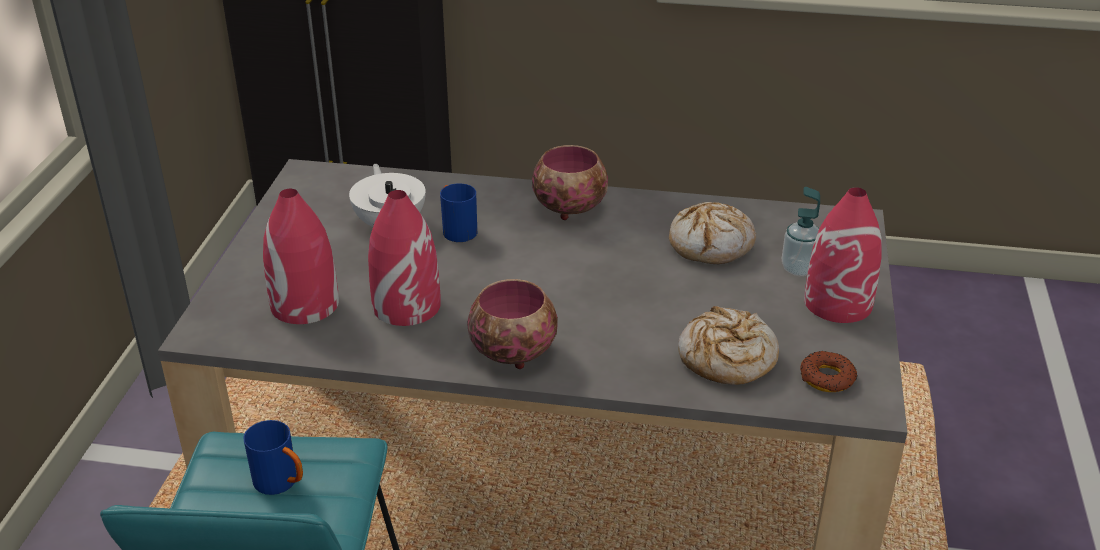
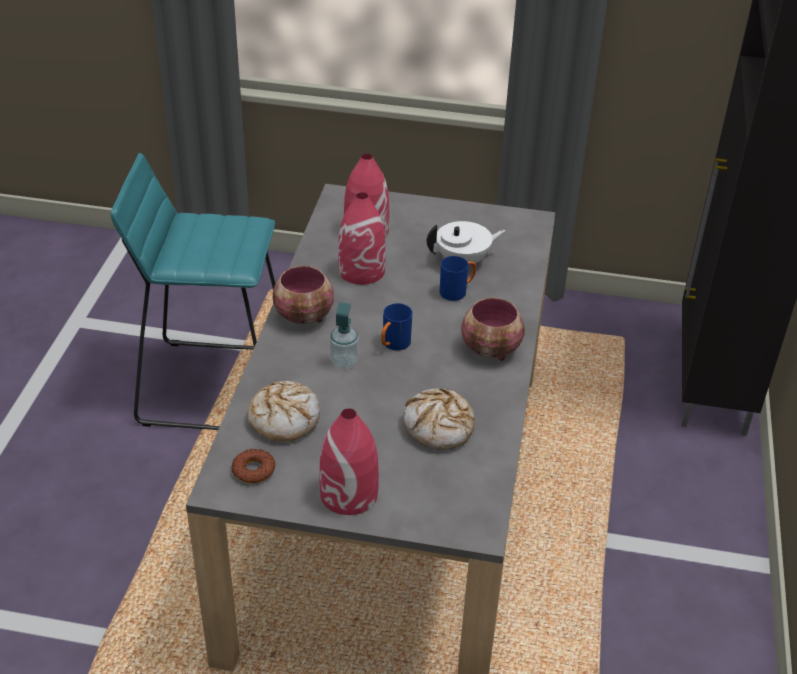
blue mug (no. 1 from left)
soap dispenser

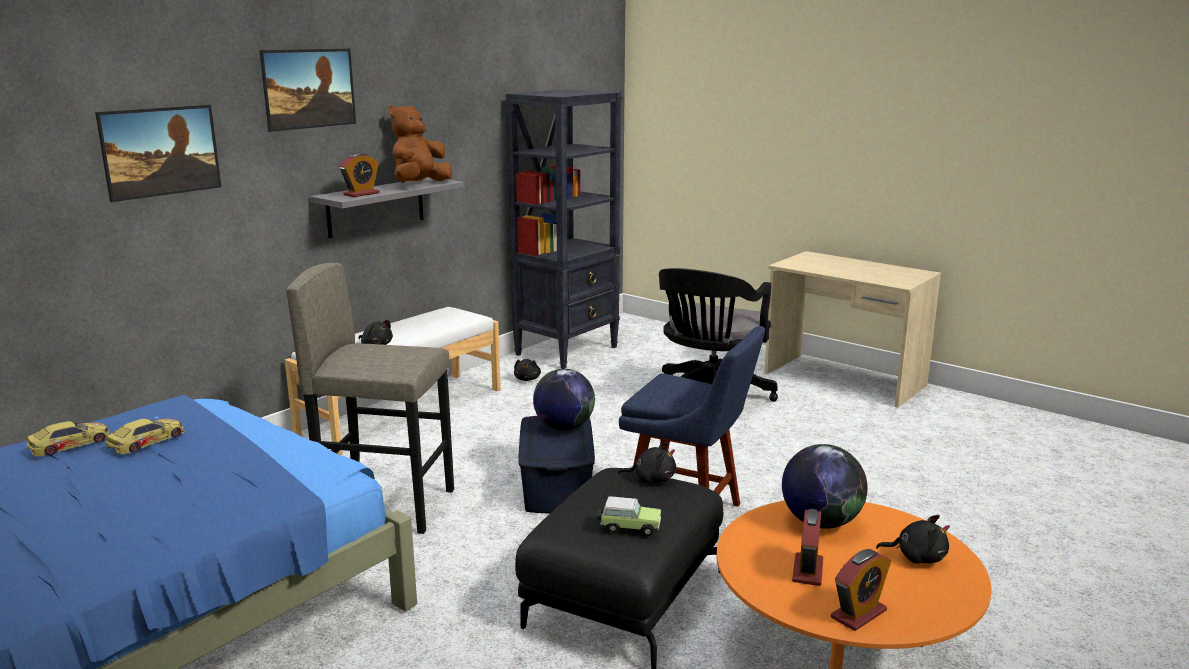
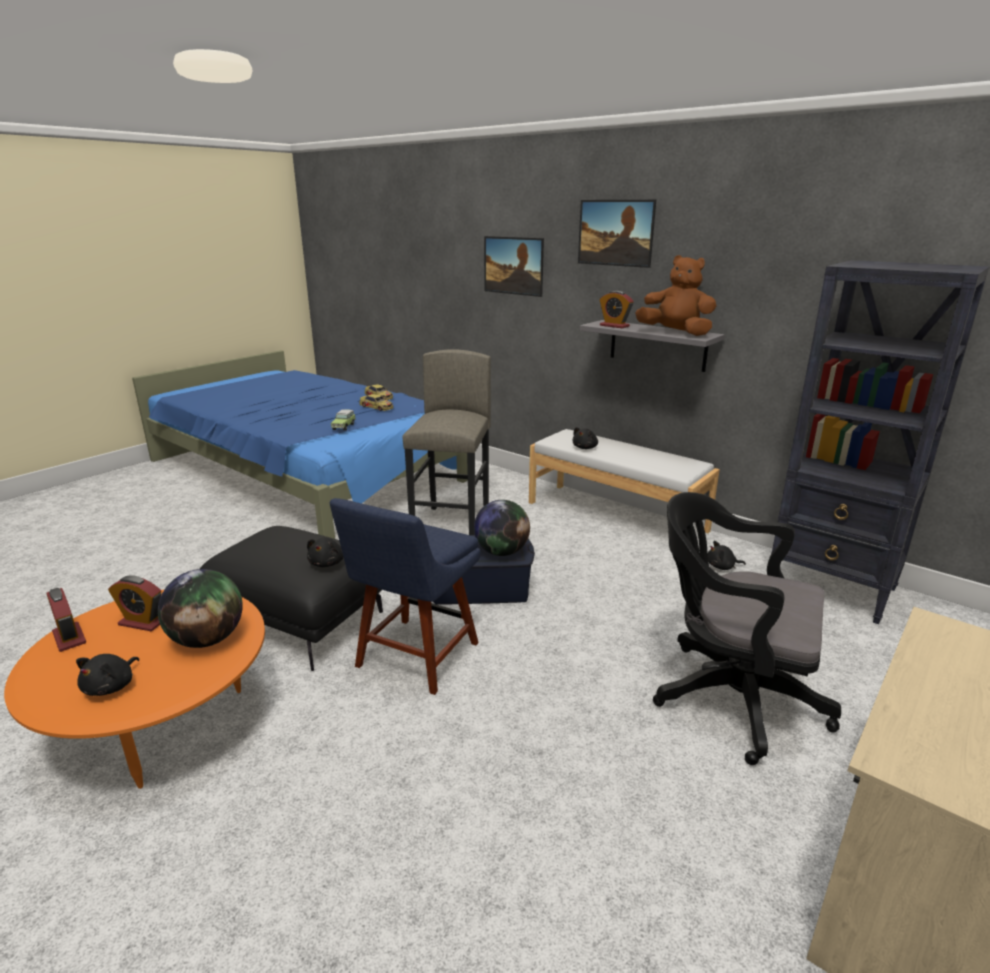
toy car (no. 1 from left)

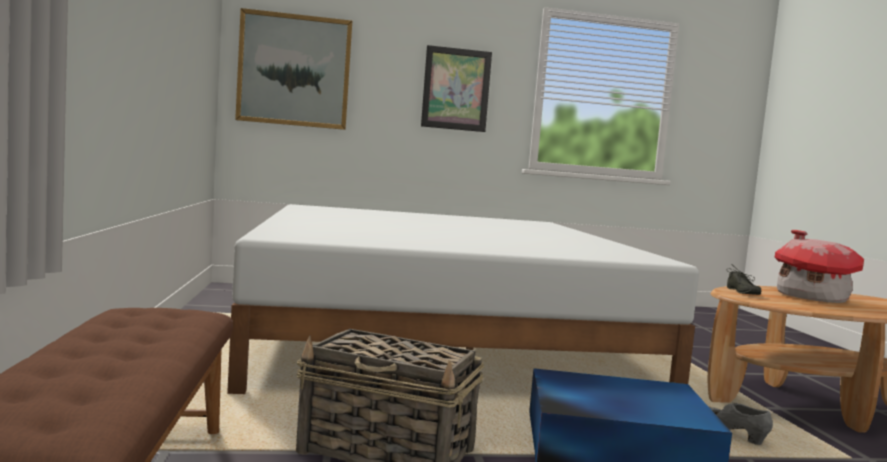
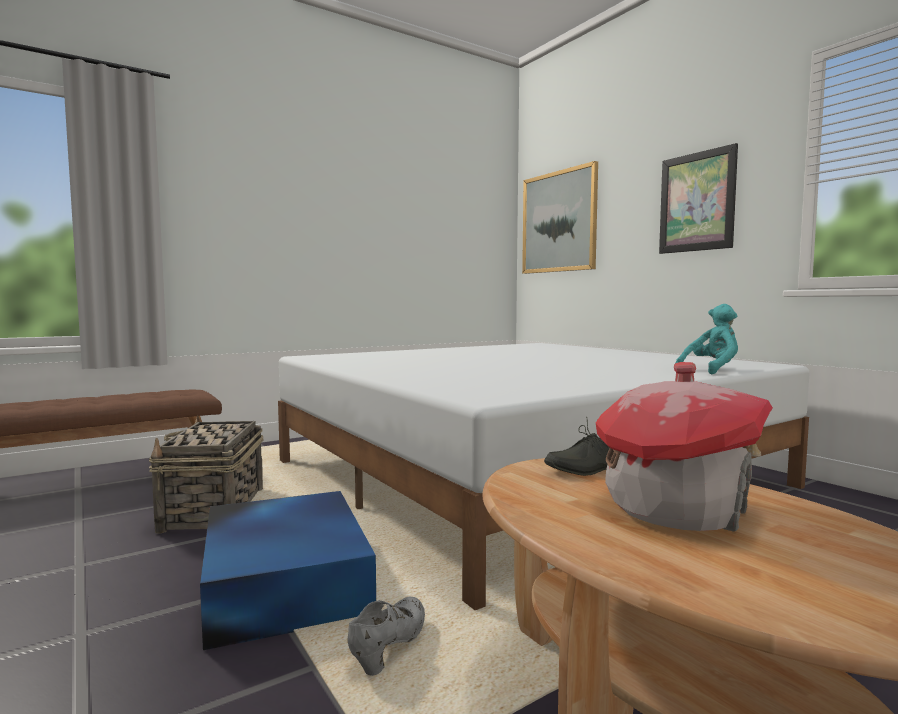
turquoise plush toy

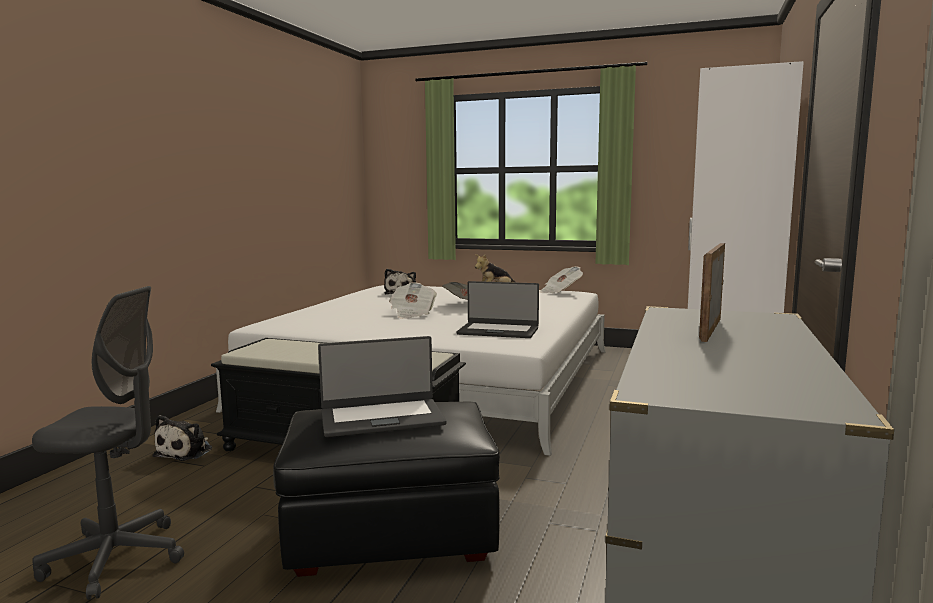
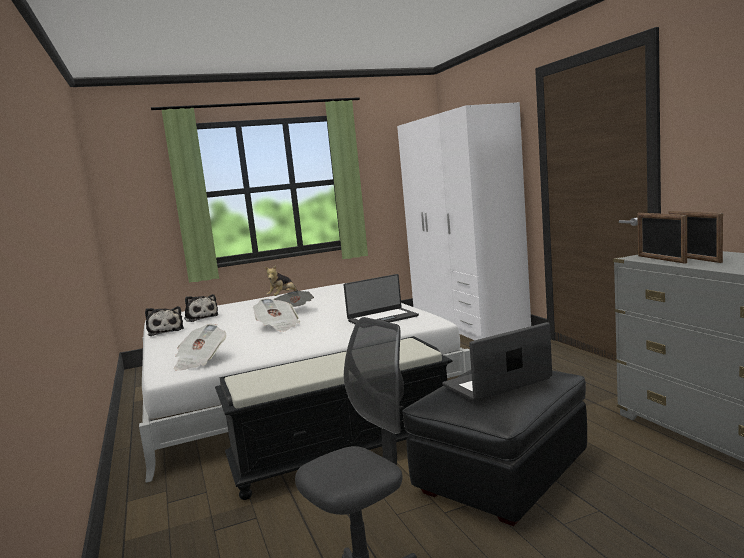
picture frame (no. 1 from left)
plush toy (no. 1 from left)
newspaper (no. 1 from left)
laptop (no. 2 from left)

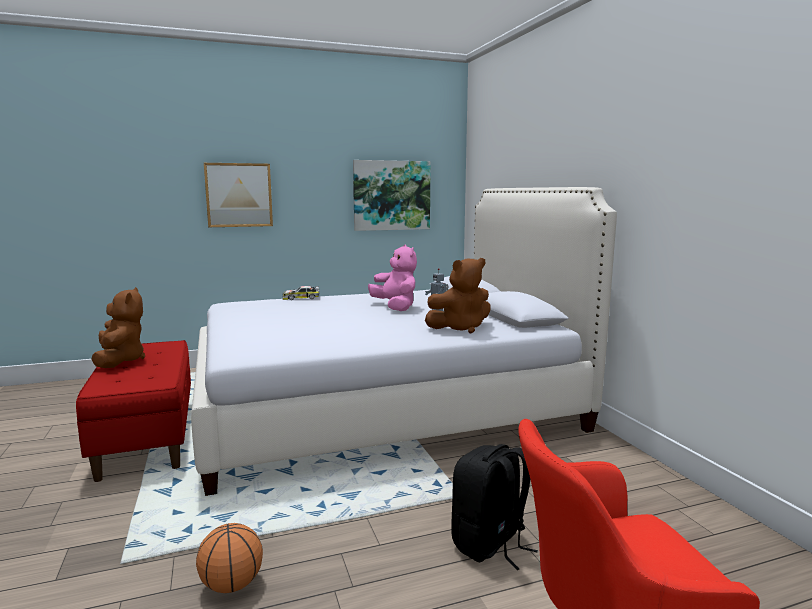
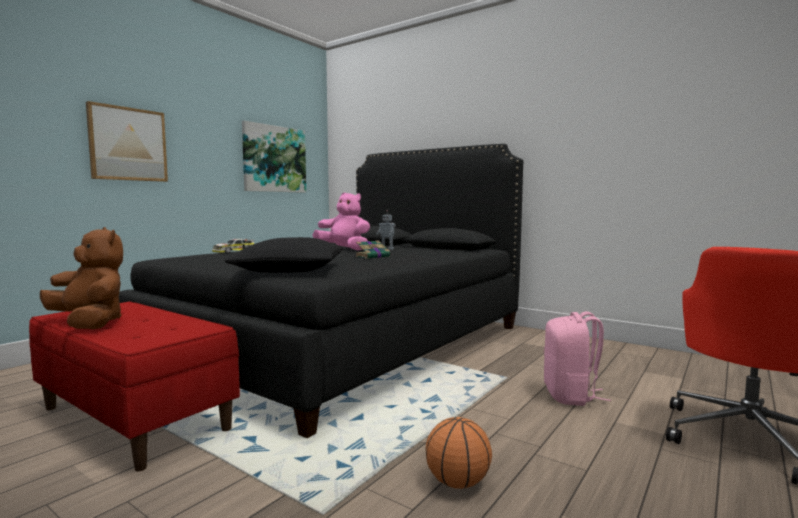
brown plush toy (no. 2 from left in the first image)
black pillow
book
black bed
pink backpack

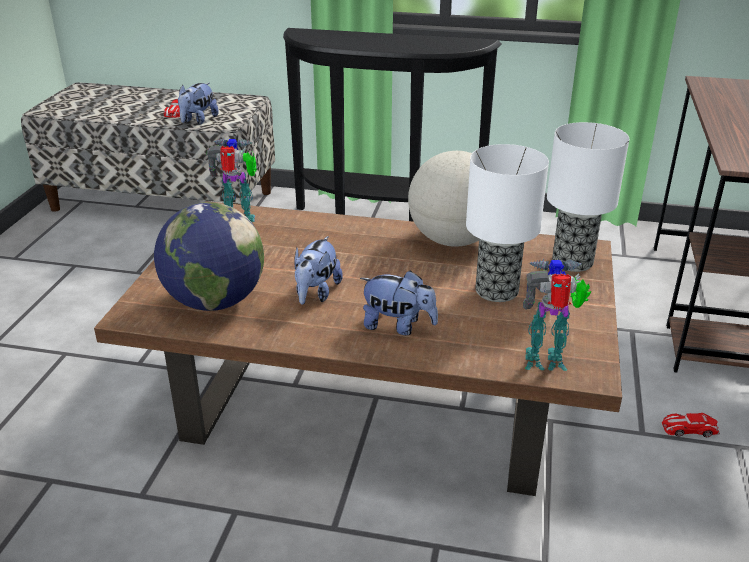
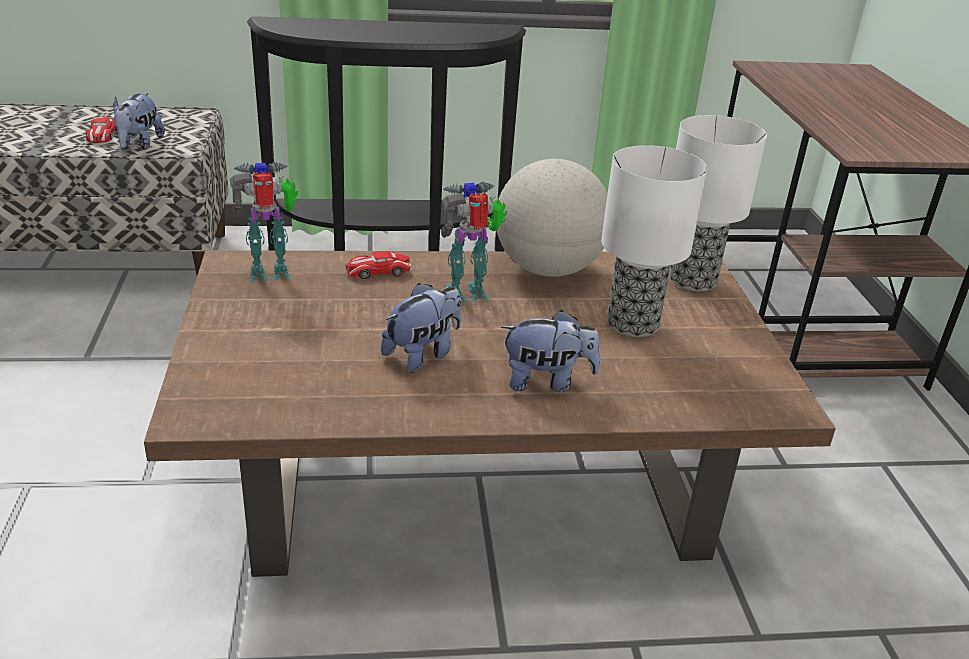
globe (no. 1 from left in the first image)
toy robot (no. 2 from left)
toy car (no. 2 from left)
plush toy (no. 2 from left)

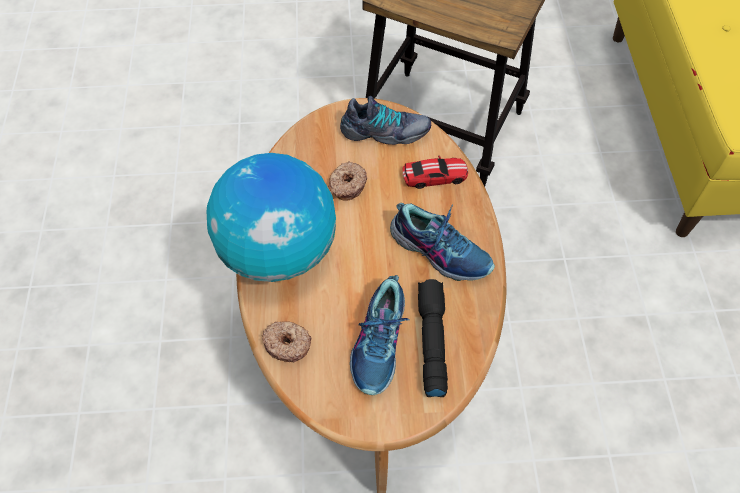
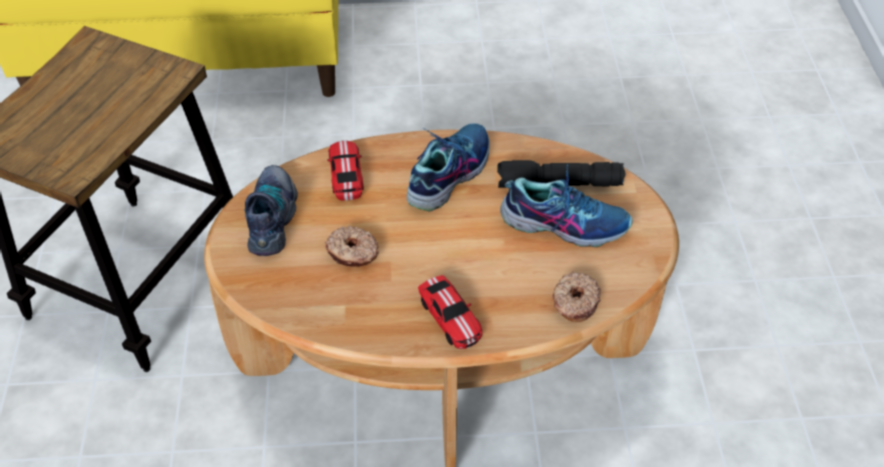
toy car (no. 2 from left)

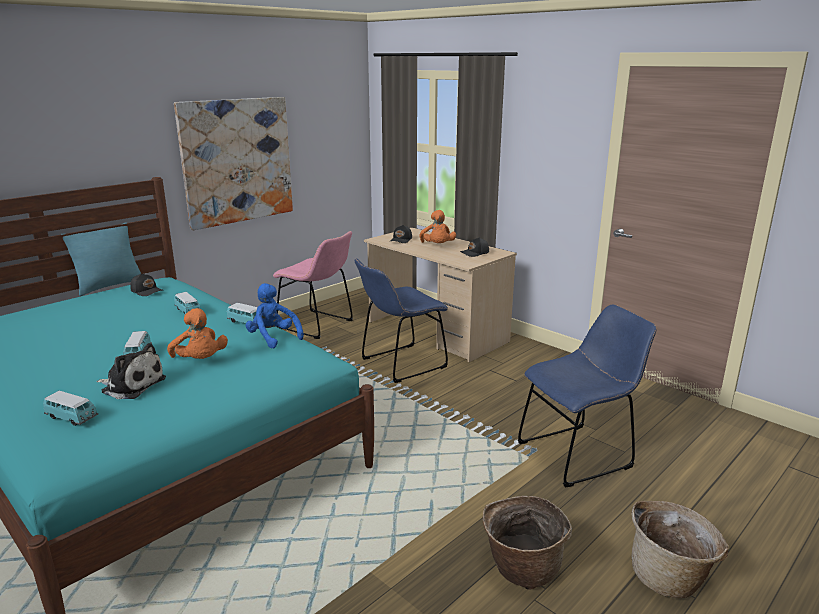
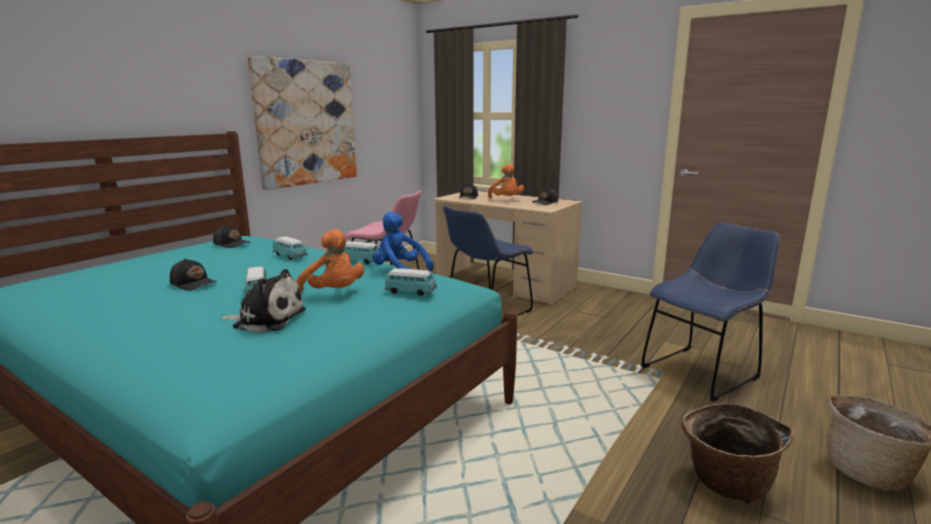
turquoise pillow
black cap (no. 1 from left)
toy car (no. 4 from left)

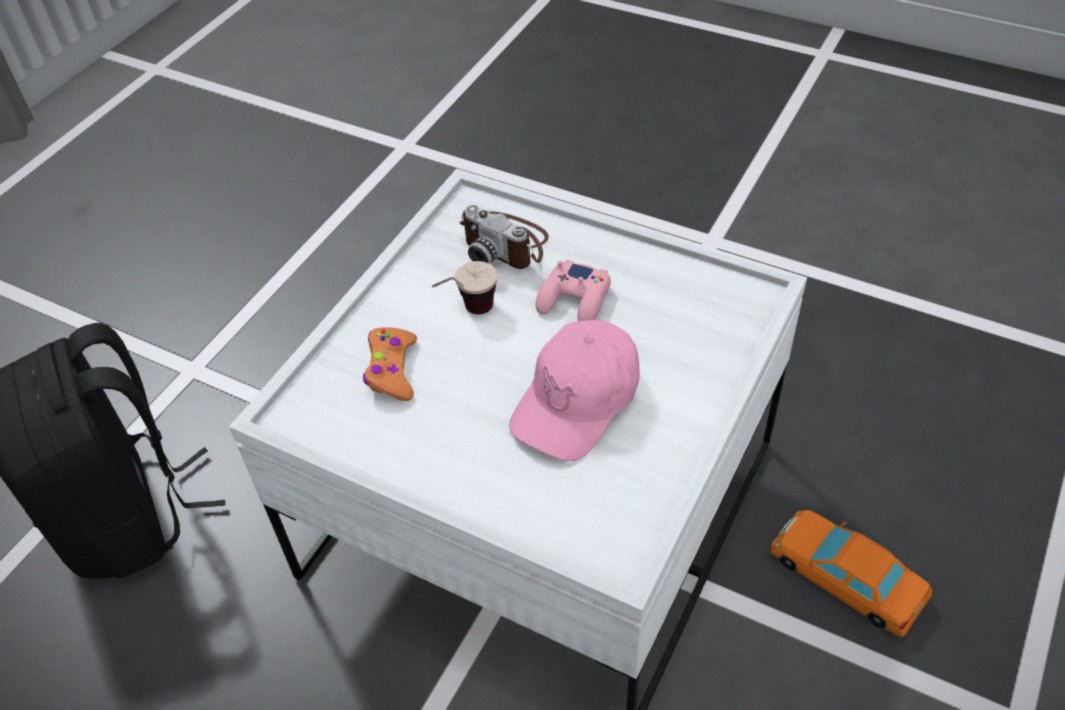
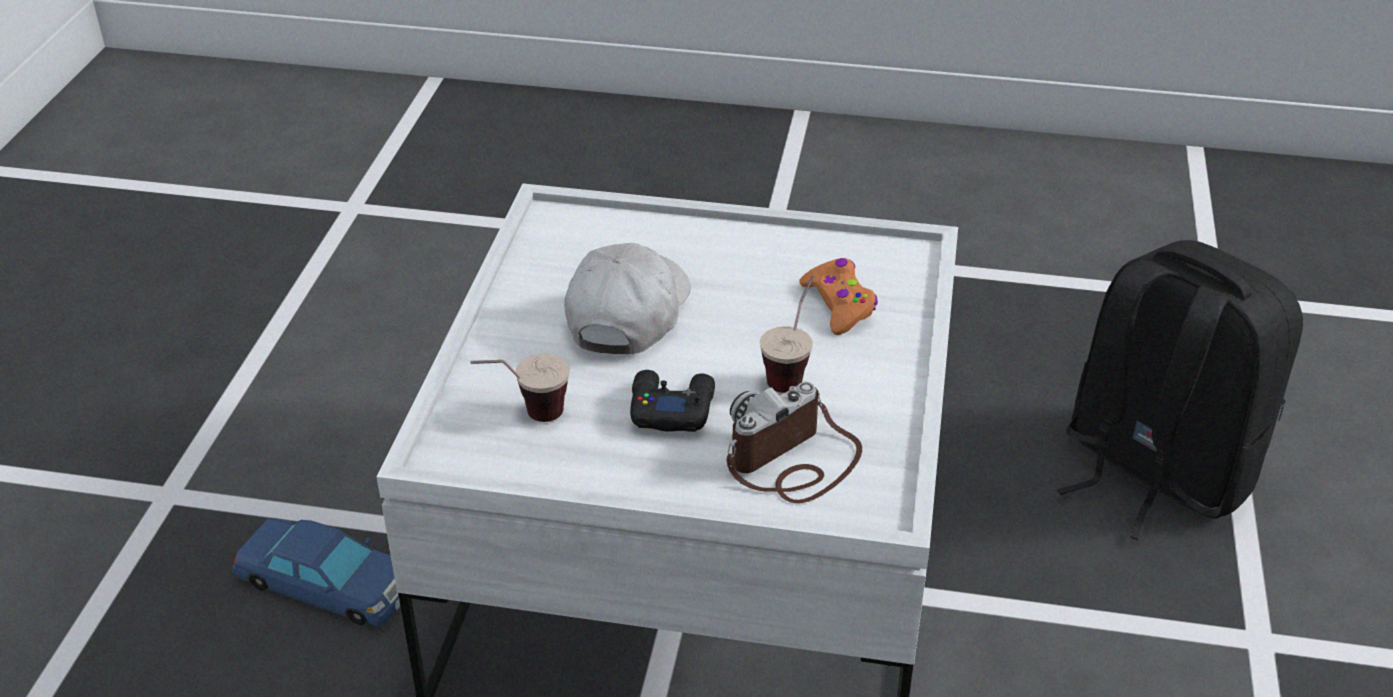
cup (no. 1 from left)
white cap
black game controller
blue toy car
photo camera

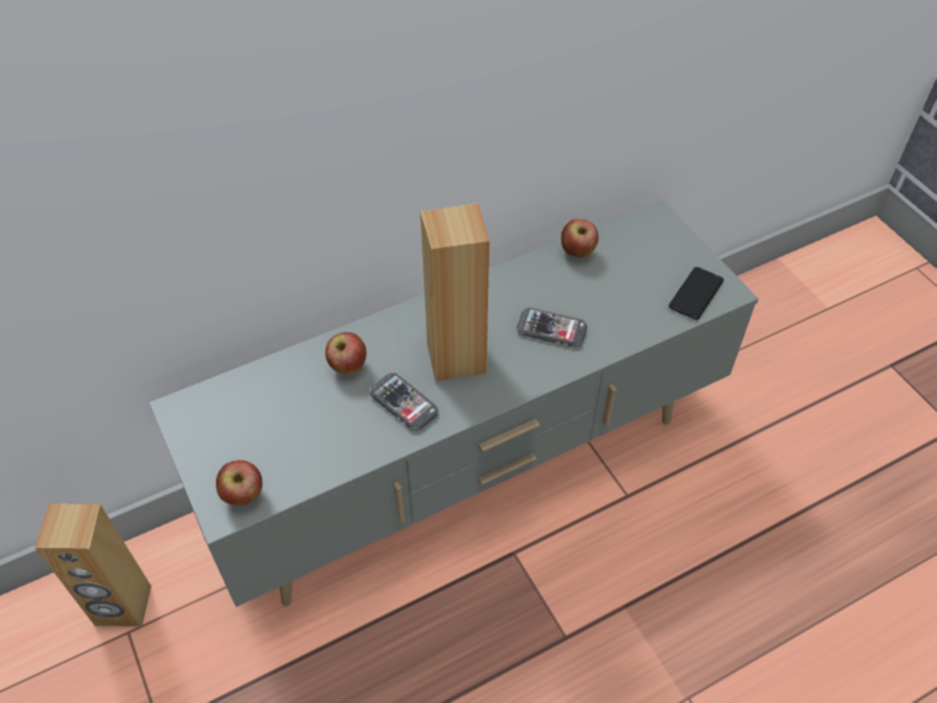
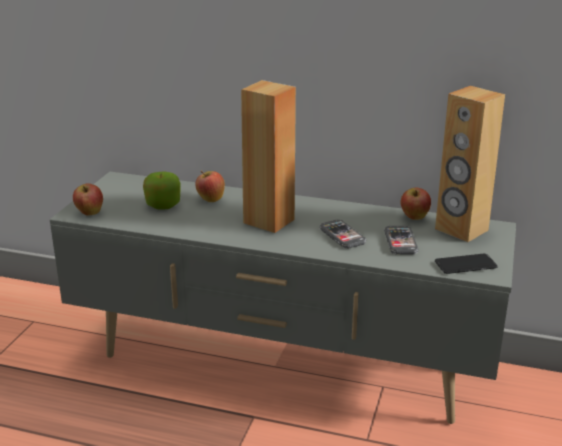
apple (no. 2 from left)
brown speaker (no. 2 from left)
phone (no. 2 from left)

